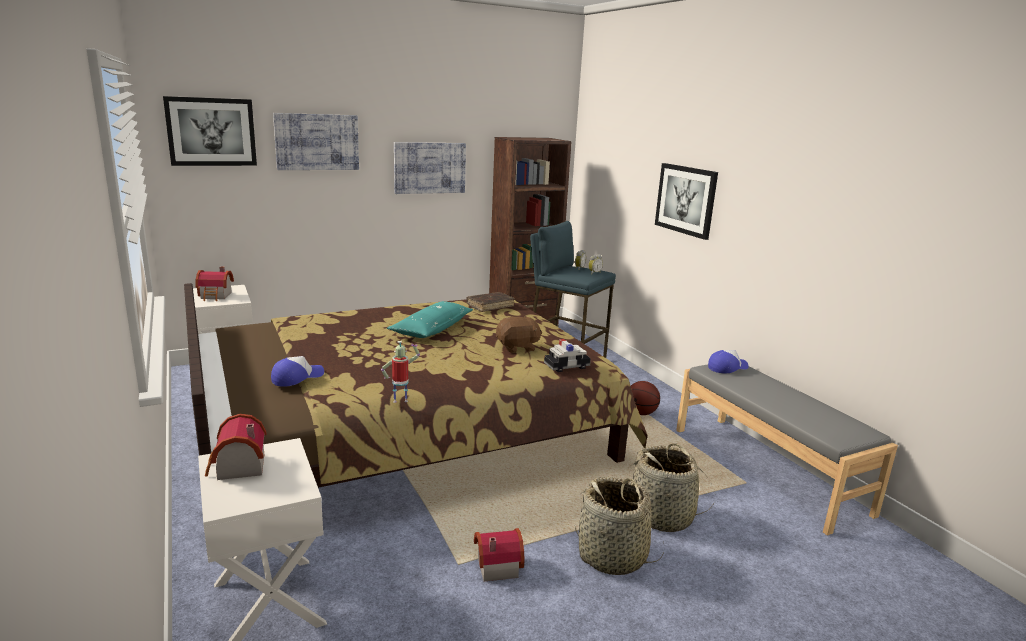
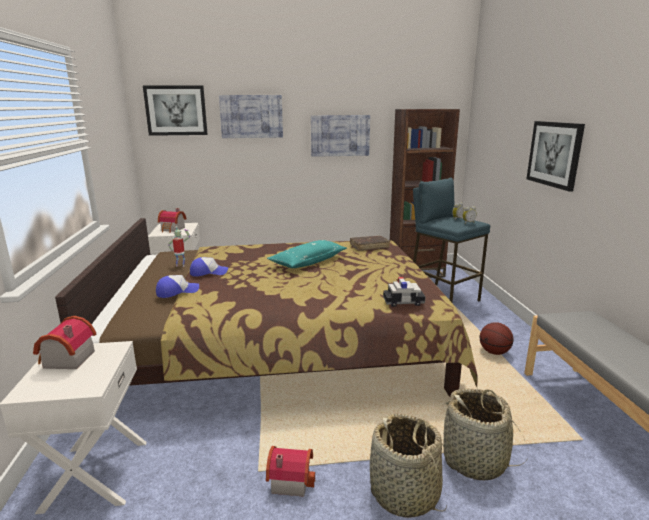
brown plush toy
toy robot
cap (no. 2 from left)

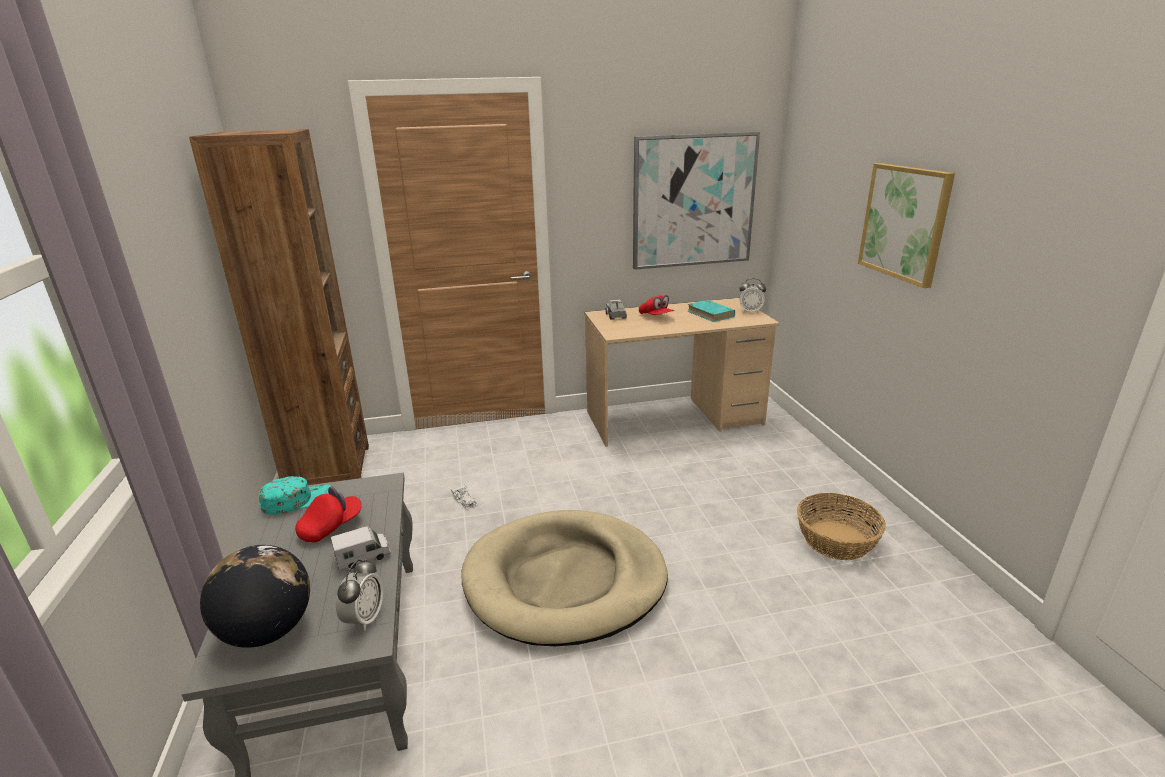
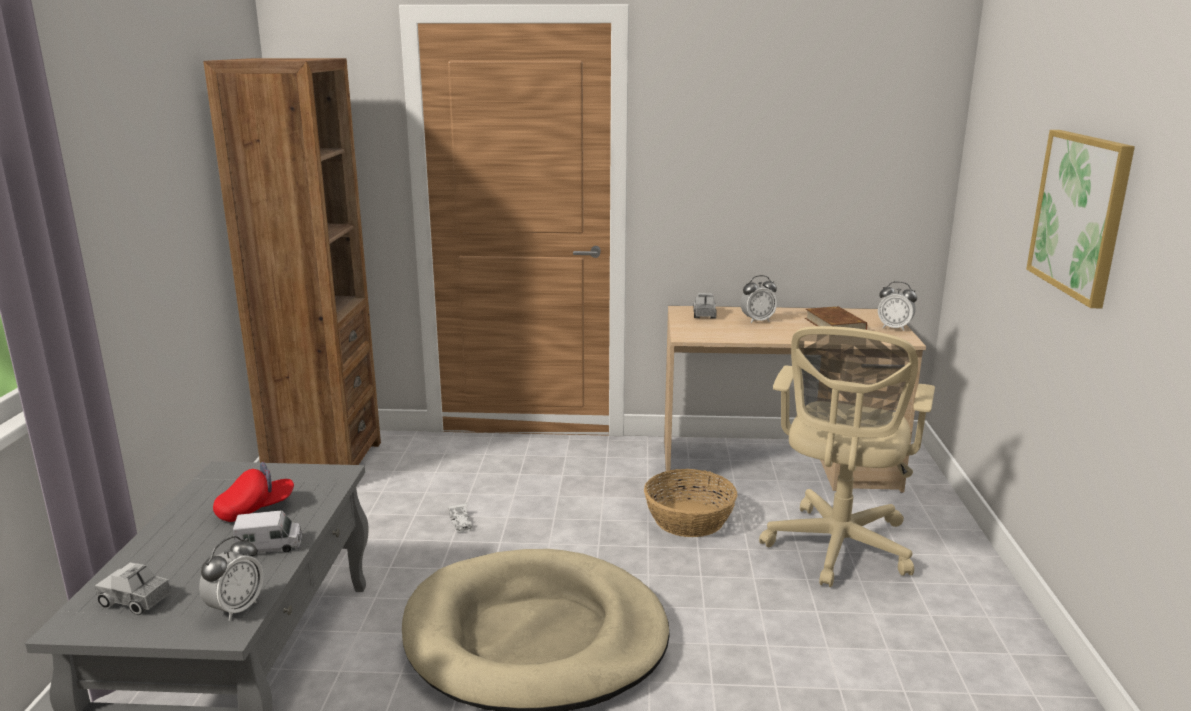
turquoise cap
picture (no. 1 from left in the first image)
beige office chair
basket
toy truck (no. 1 from left)
alarm clock (no. 2 from left)
brown book

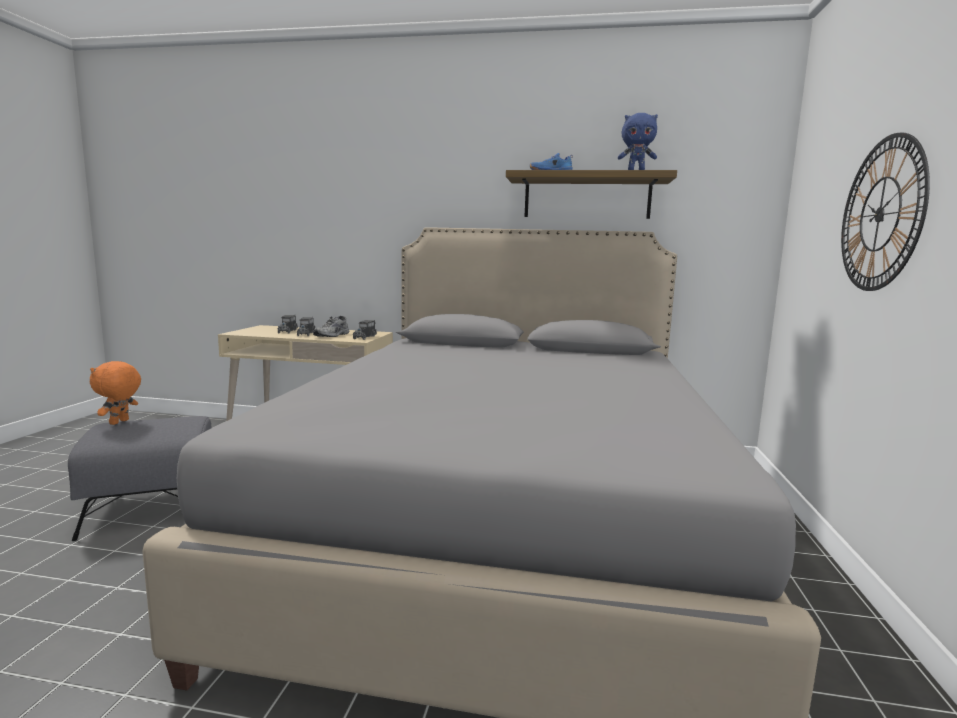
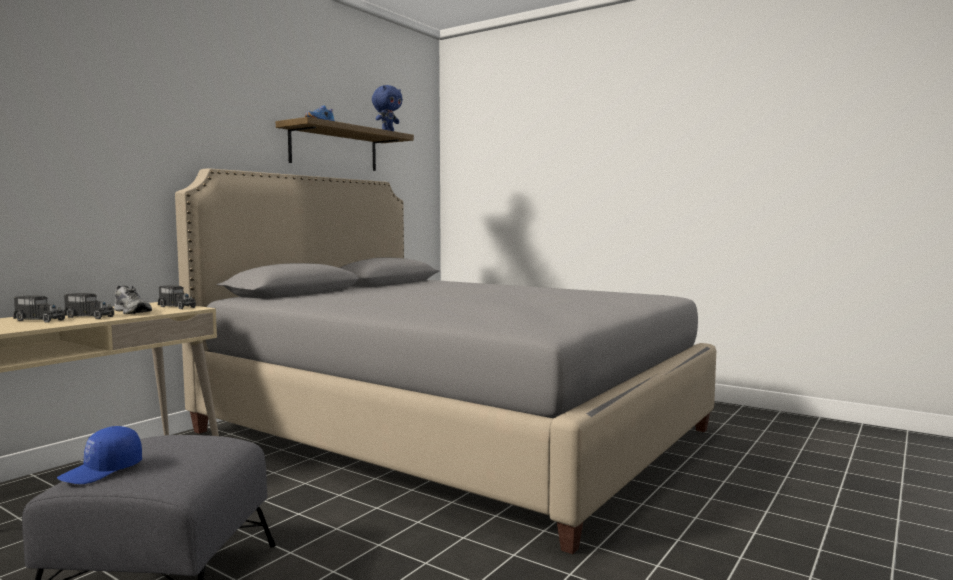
wall clock
blue cap

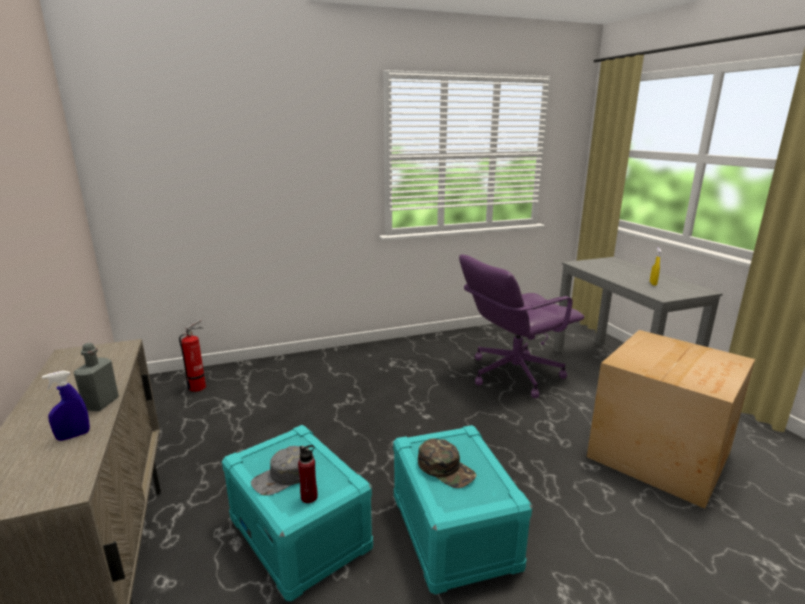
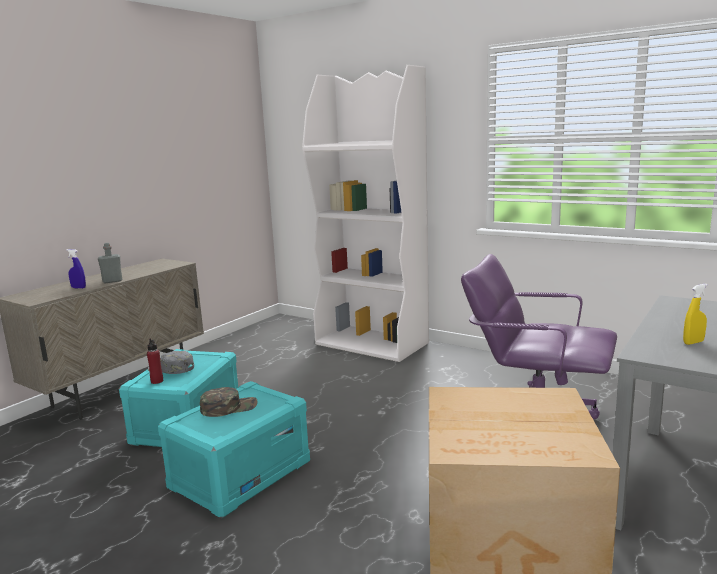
fire extinguisher
white bookcase
green cap

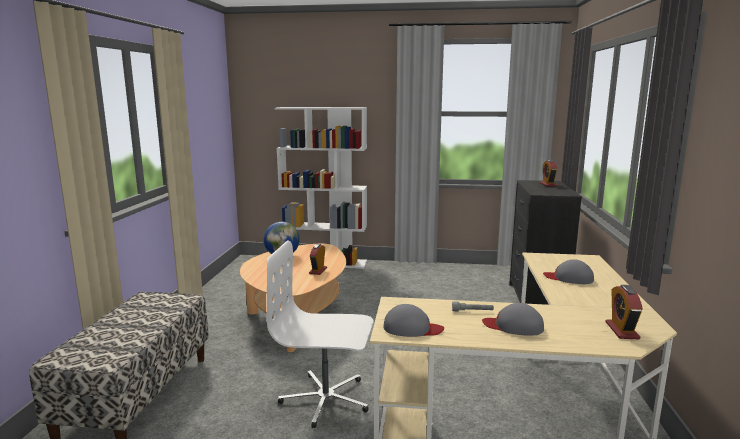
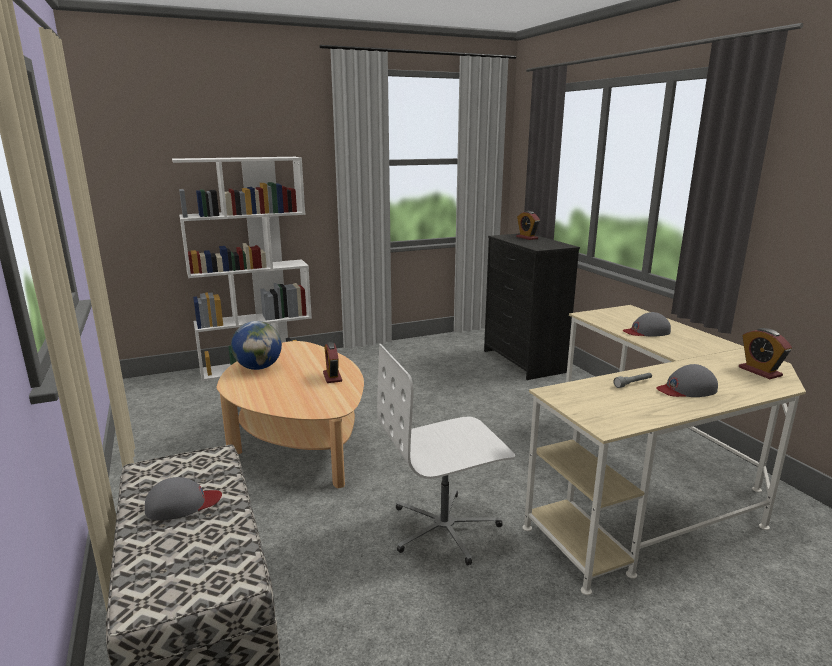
grey cap (no. 1 from left)

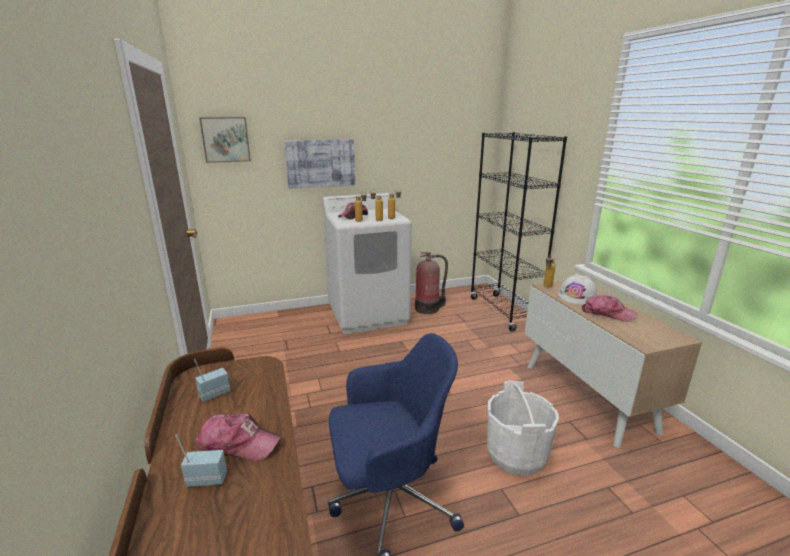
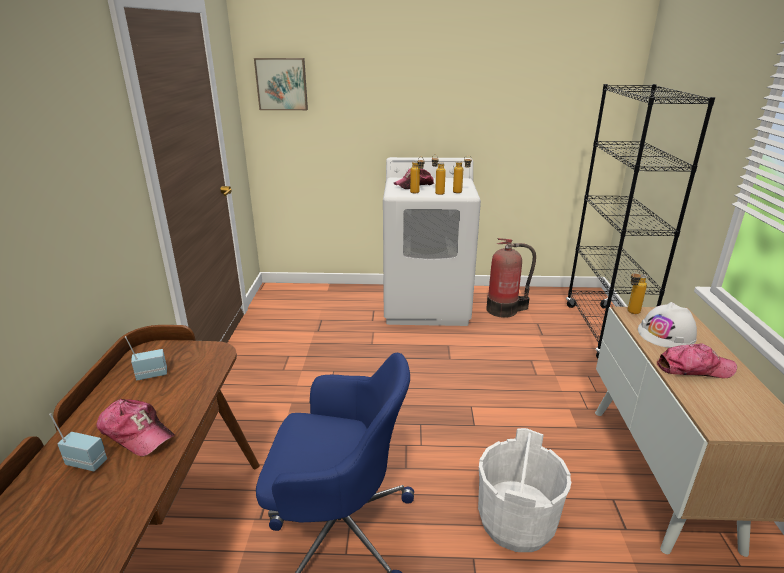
picture (no. 2 from left in the first image)
cap (no. 3 from left)

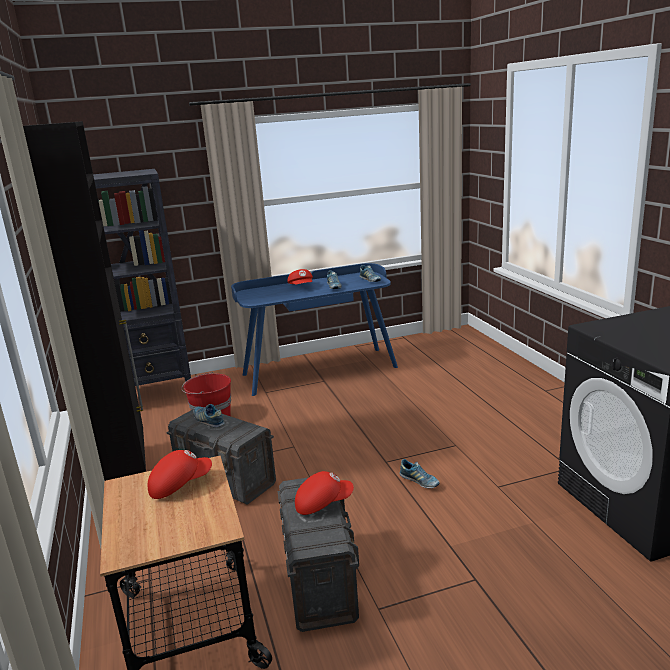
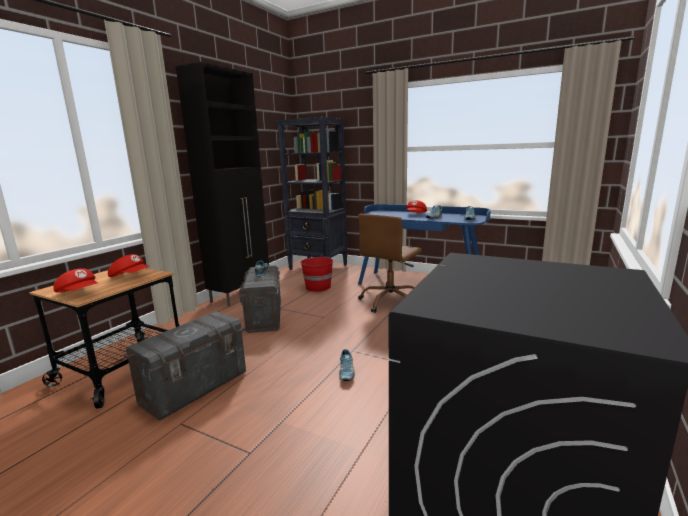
brown office chair
red cap (no. 1 from left)

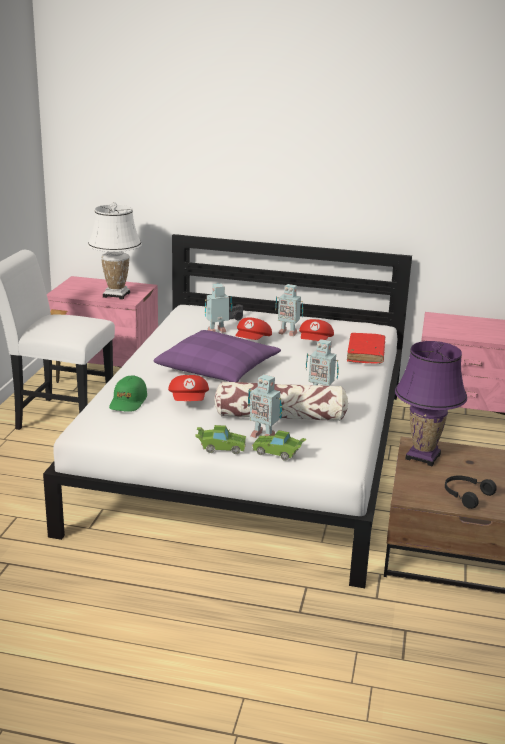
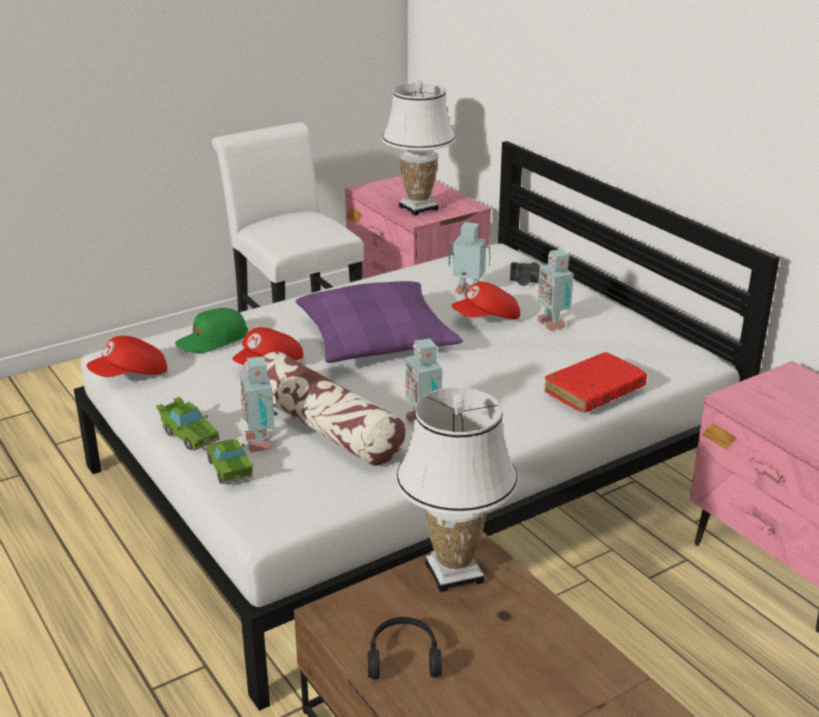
red cap (no. 1 from left)
white table lamp (no. 2 from left)

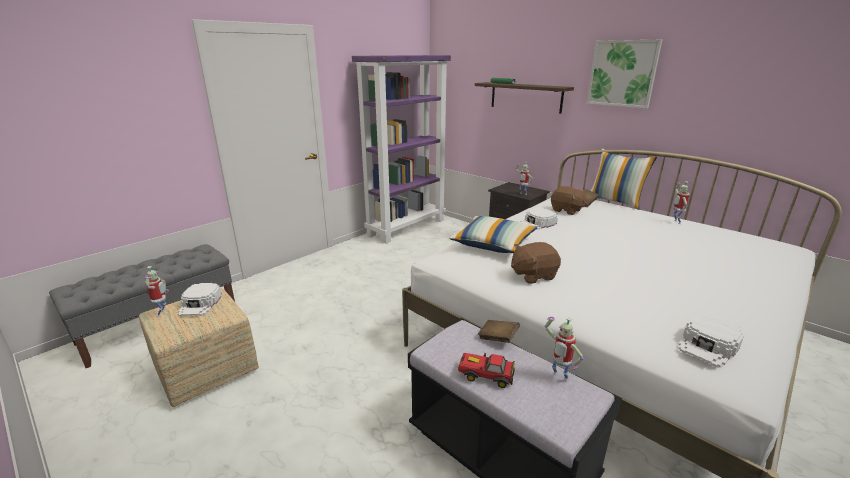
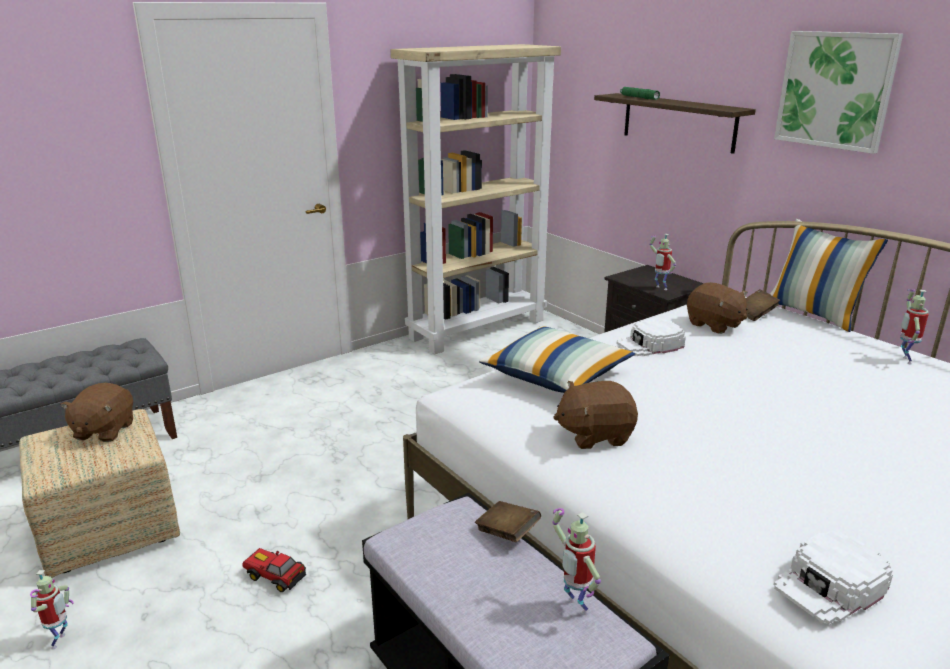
toy robot (no. 1 from left)
toy car
brown plush toy (no. 1 from left)
beige bookcase

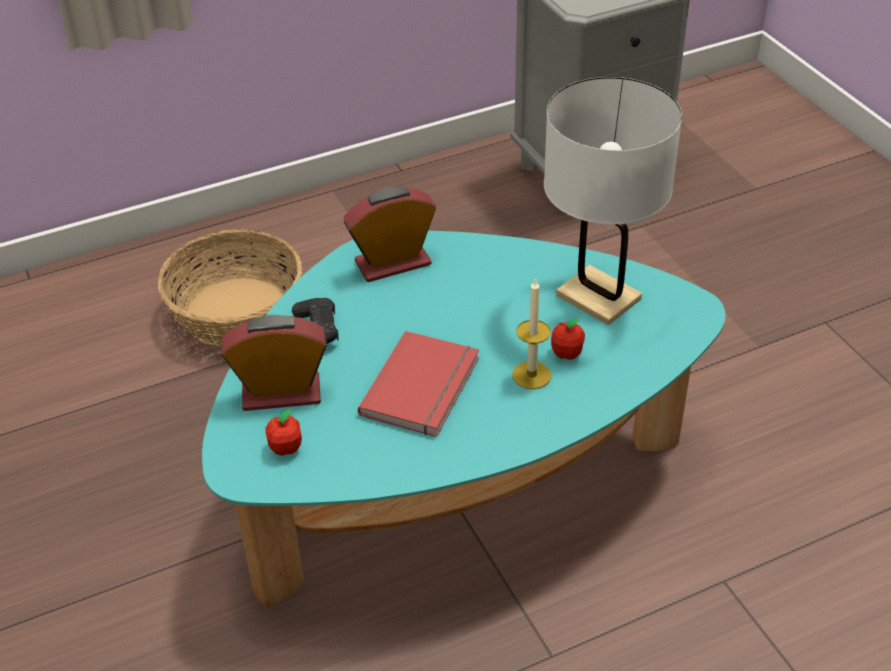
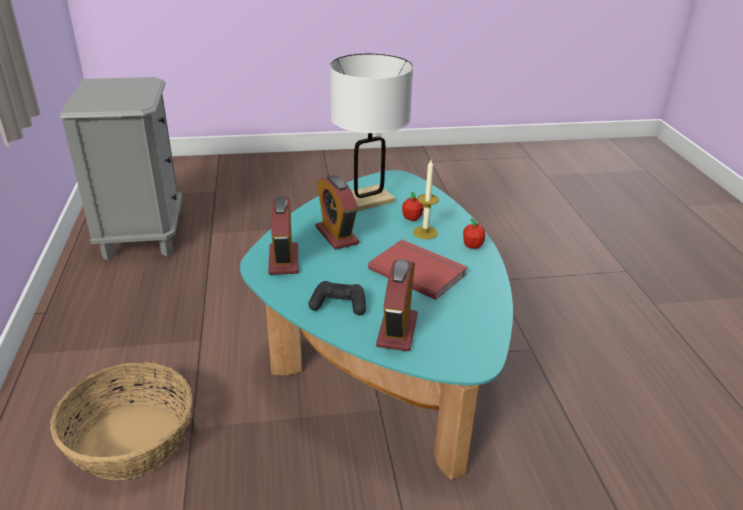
alarm clock (no. 2 from left)
apple (no. 2 from left)

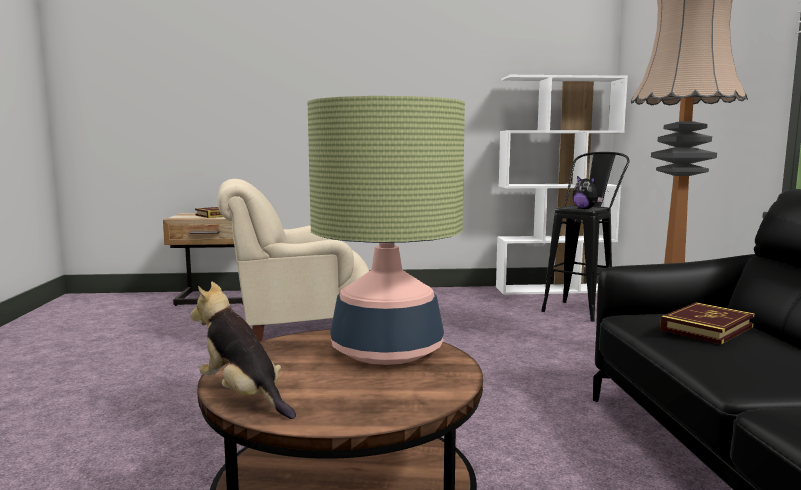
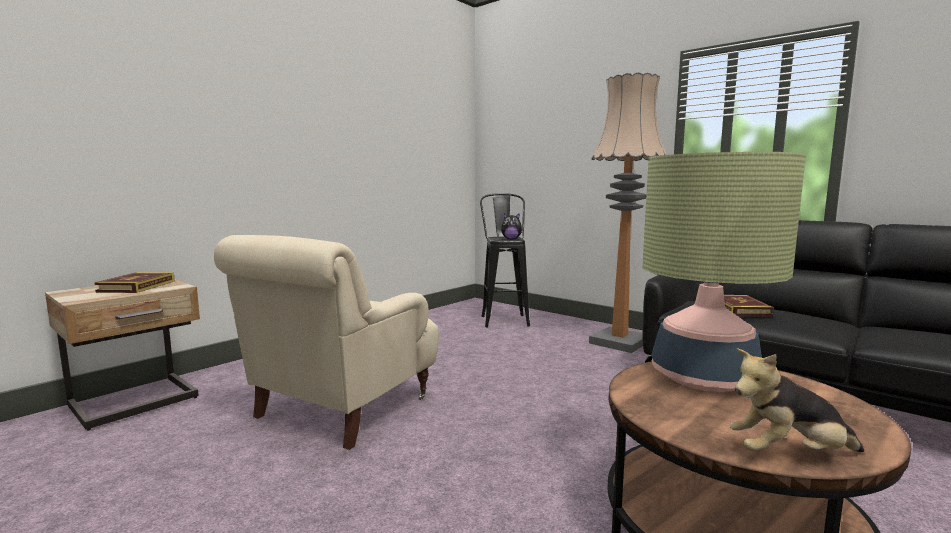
white bookcase

